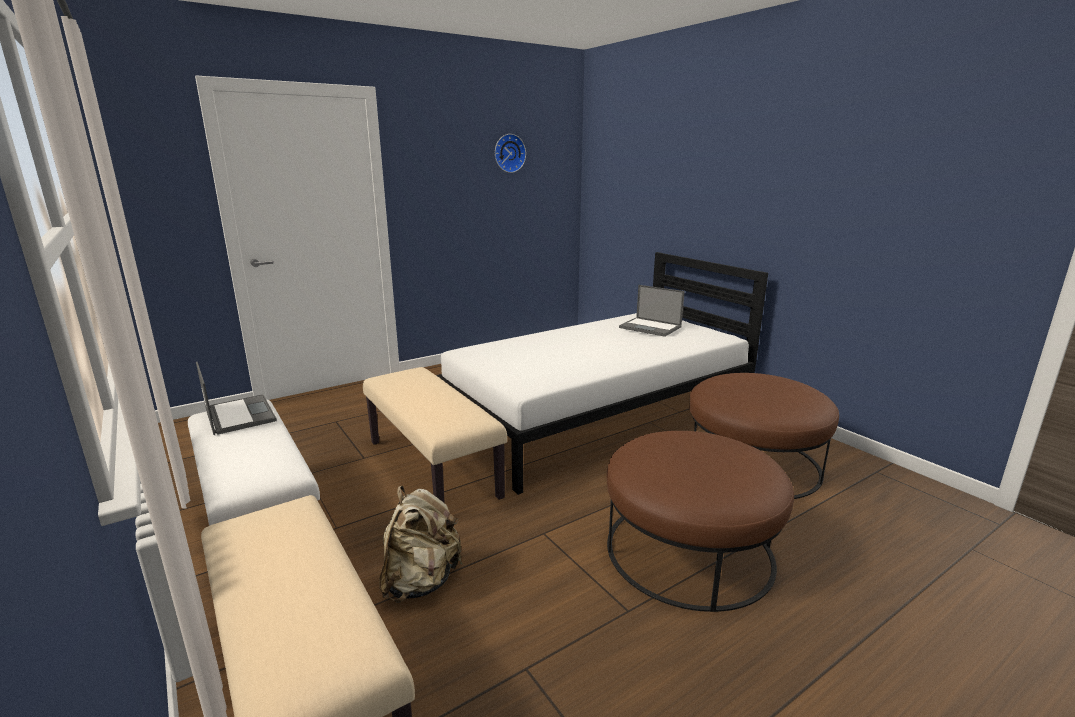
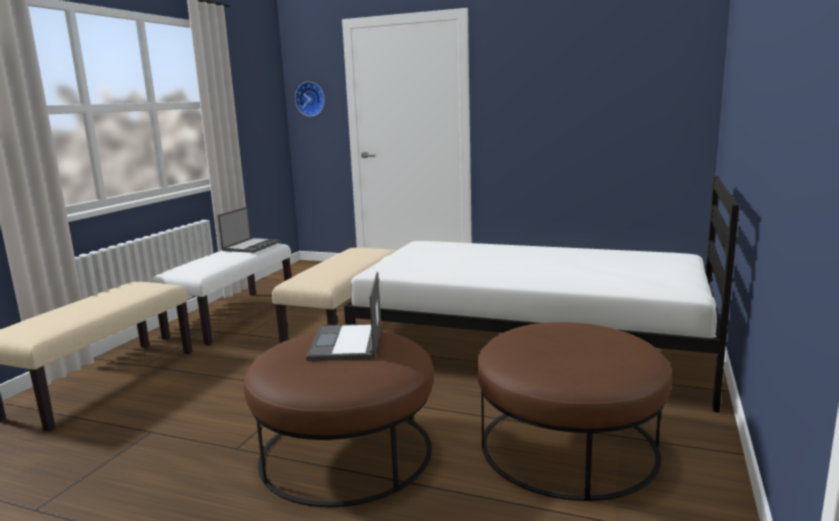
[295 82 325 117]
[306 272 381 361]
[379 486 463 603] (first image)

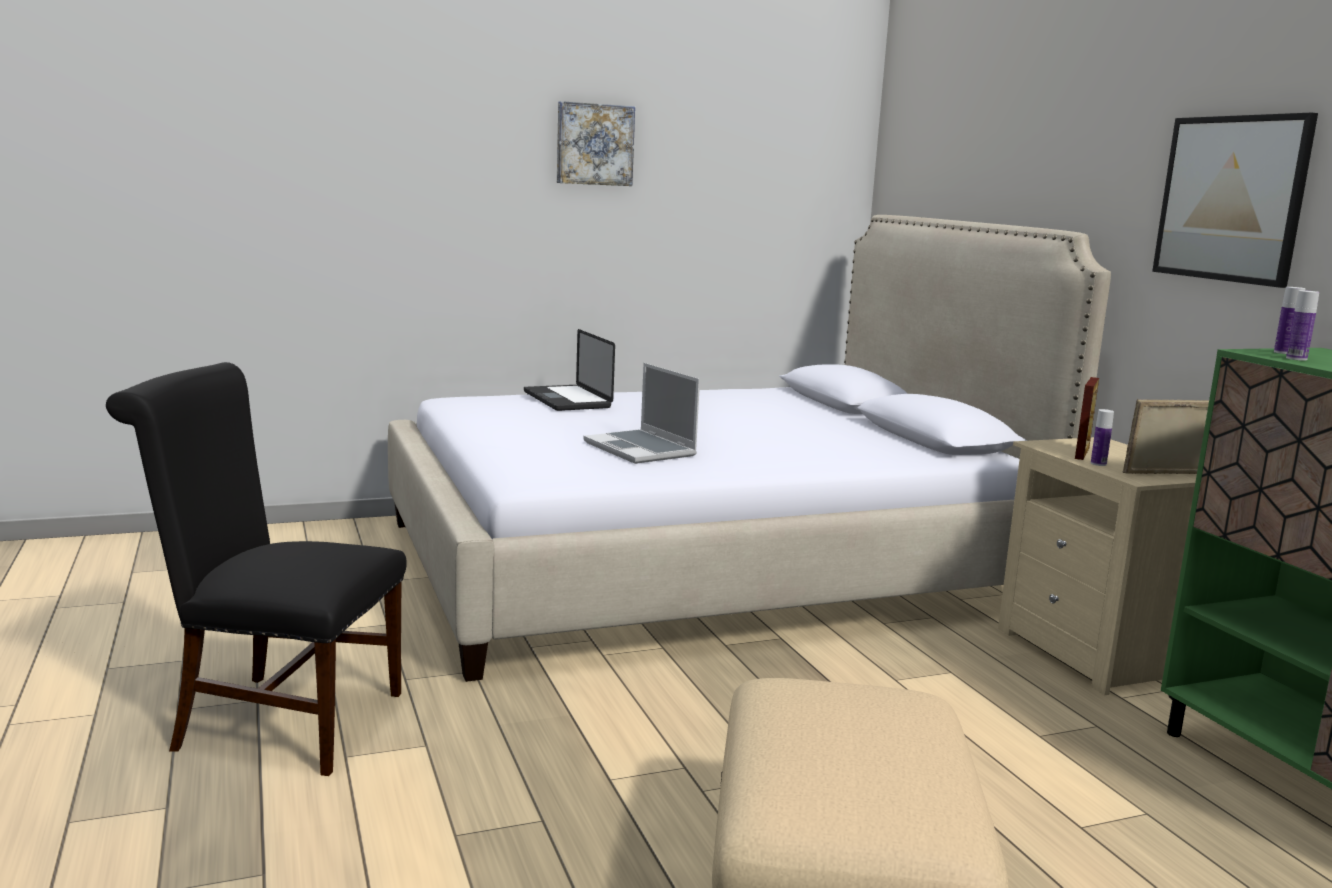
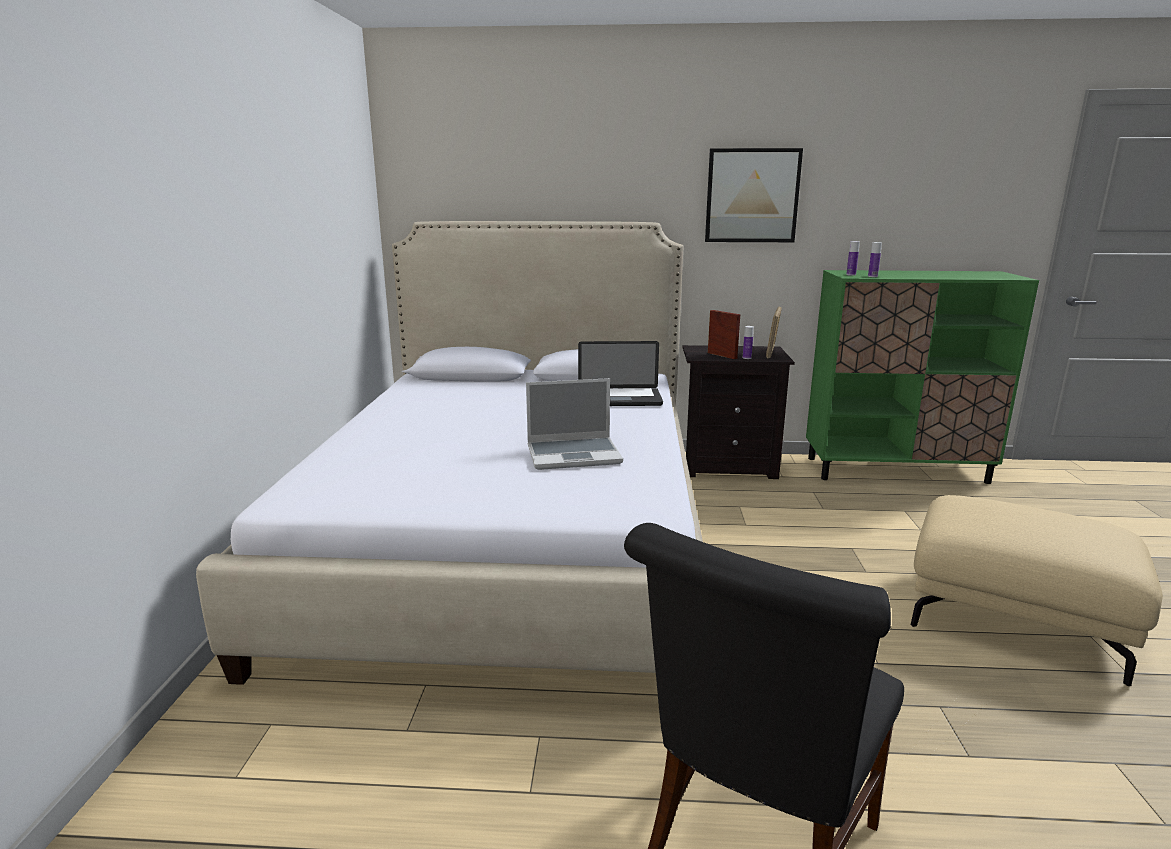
[557 101 635 186] (first image)
[578 341 663 406]
[682 345 795 479]

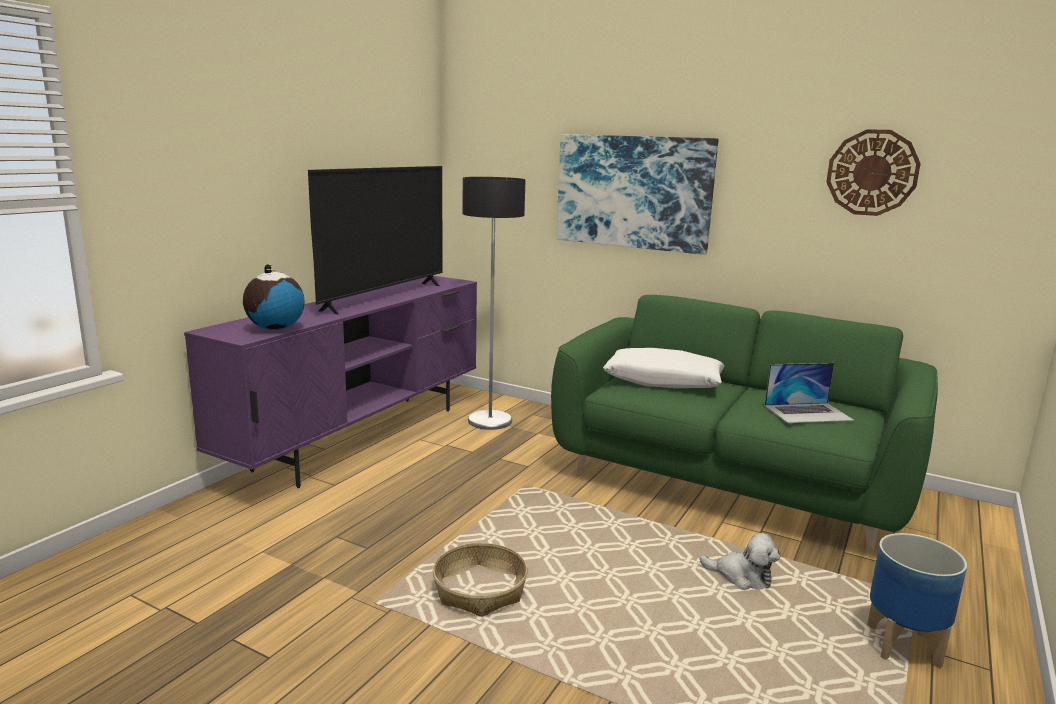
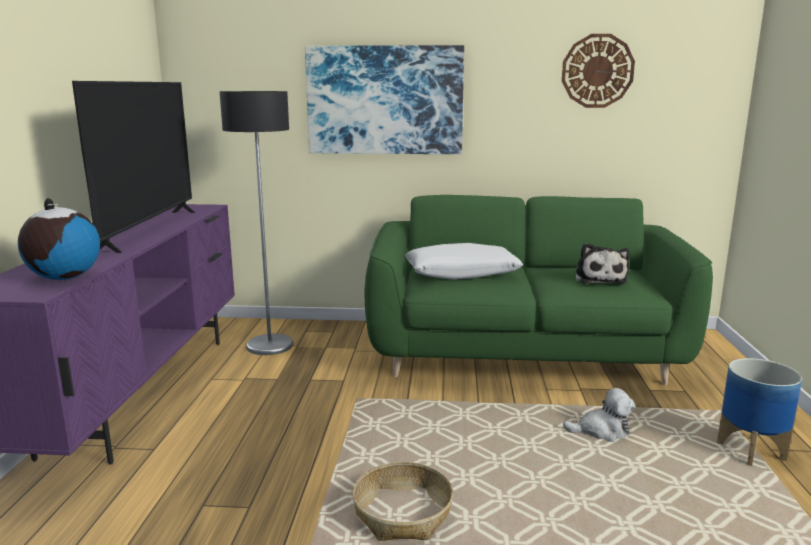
[575 243 630 284]

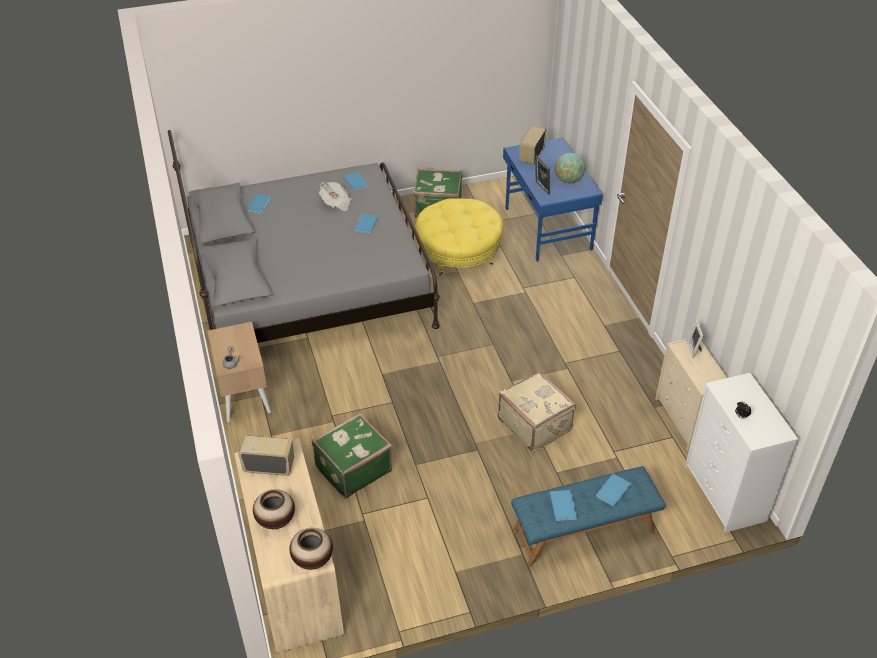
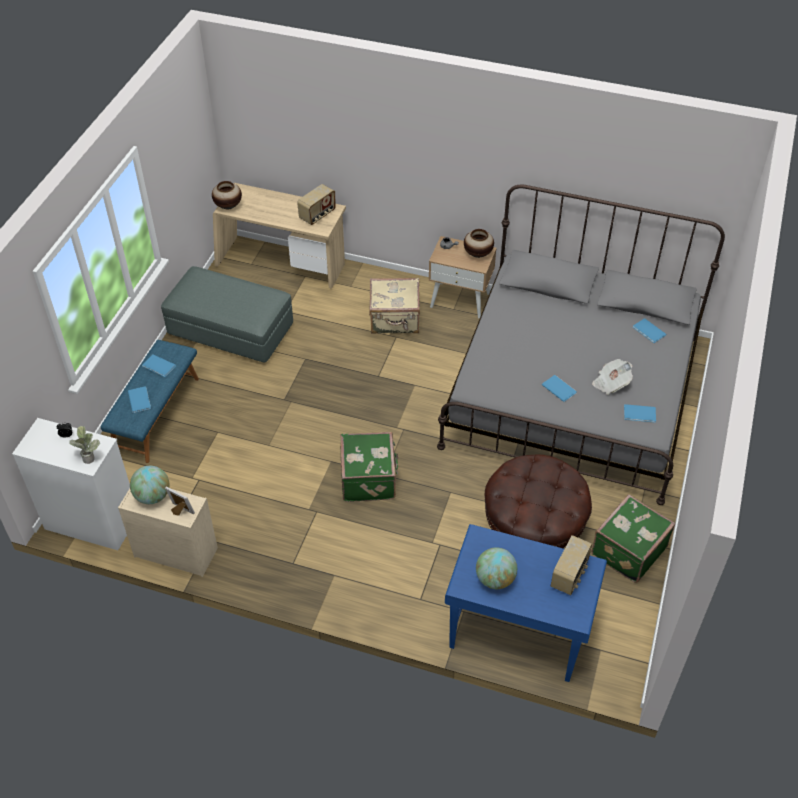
[551 535 592 595]
[535 156 550 195] (first image)
[485 454 592 549]
[369 278 420 334]
[340 432 398 502]
[464 229 494 258]
[161 266 293 362]
[69 426 100 464]
[130 466 169 504]

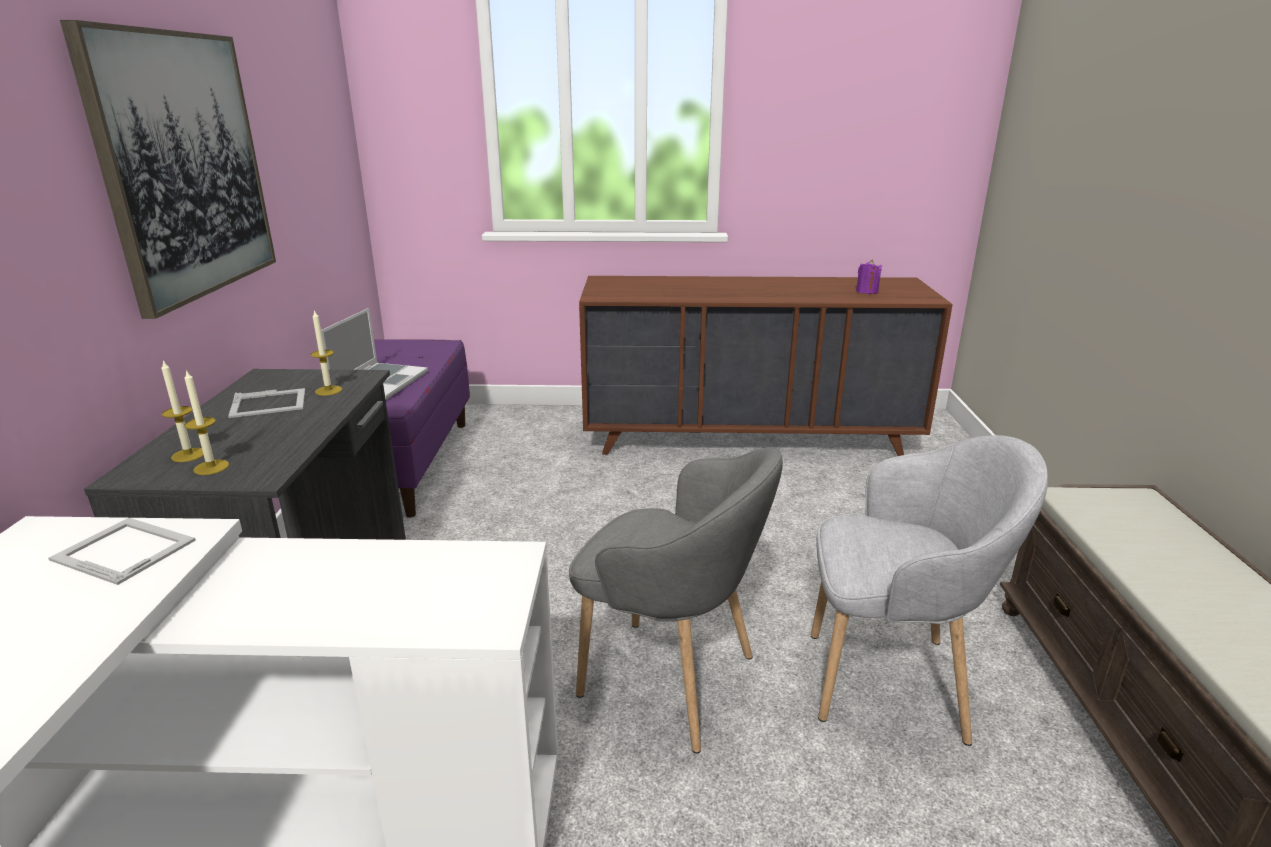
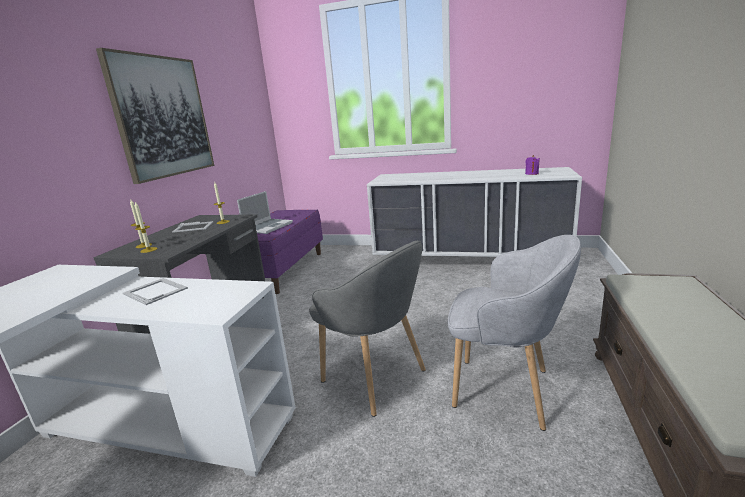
[367 167 582 257]
[123 278 188 305]

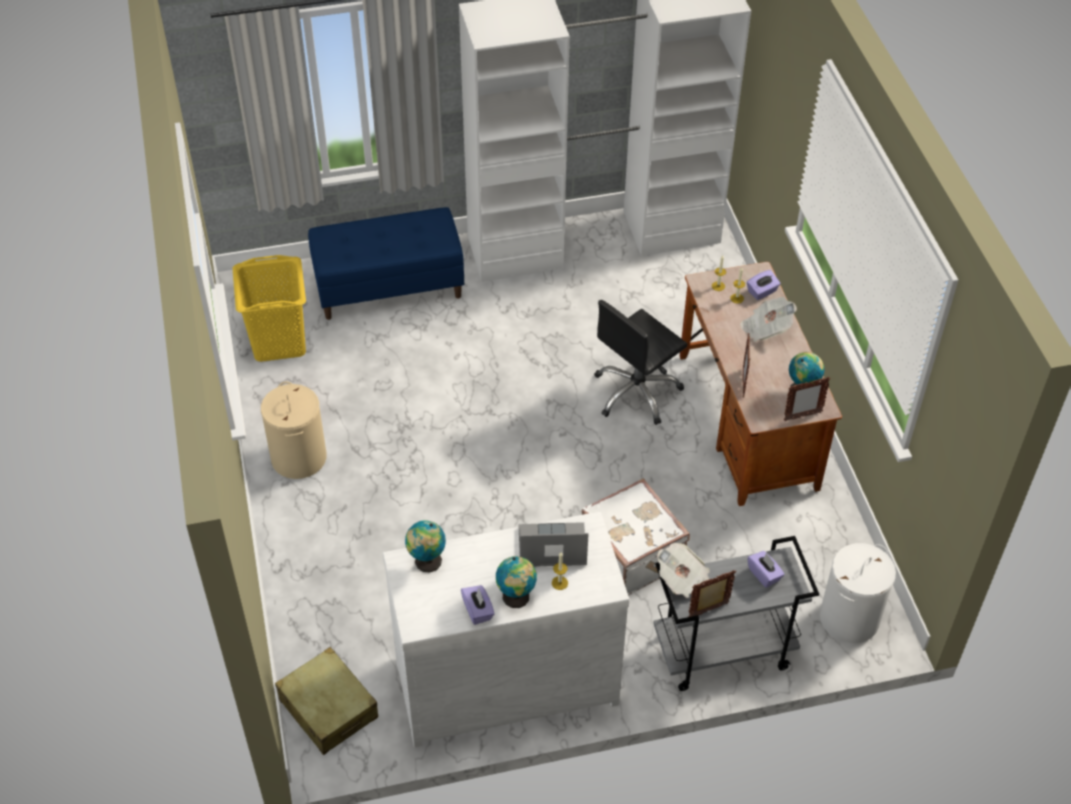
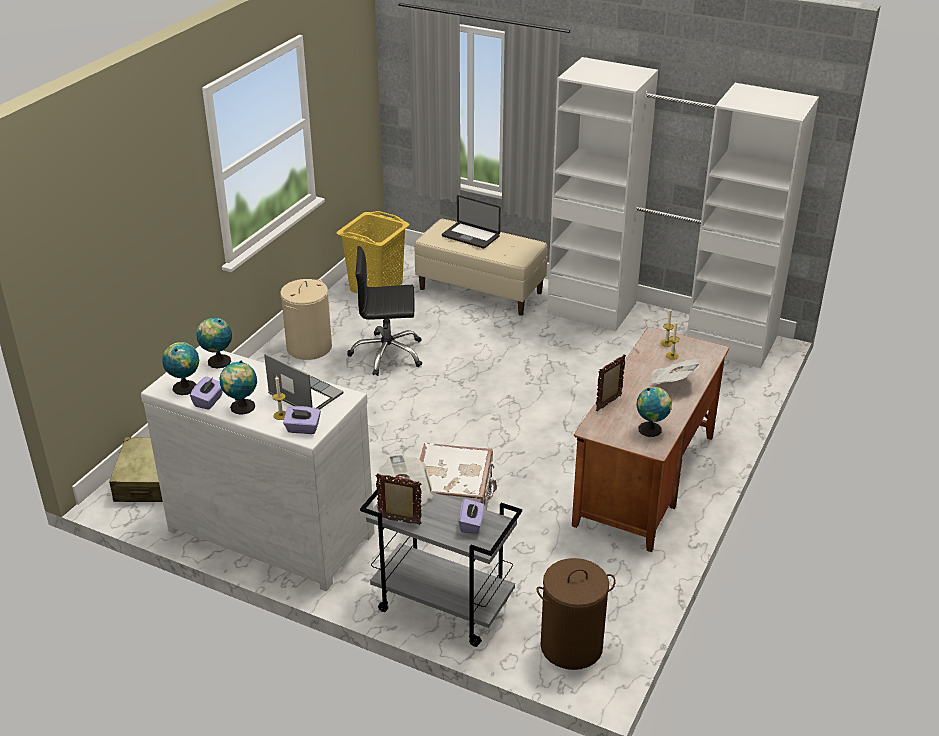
[414 219 547 316]
[283 406 321 434]
[347 246 422 376]
[783 377 831 421] (first image)
[537 558 616 670]
[442 195 501 249]
[162 342 199 395]

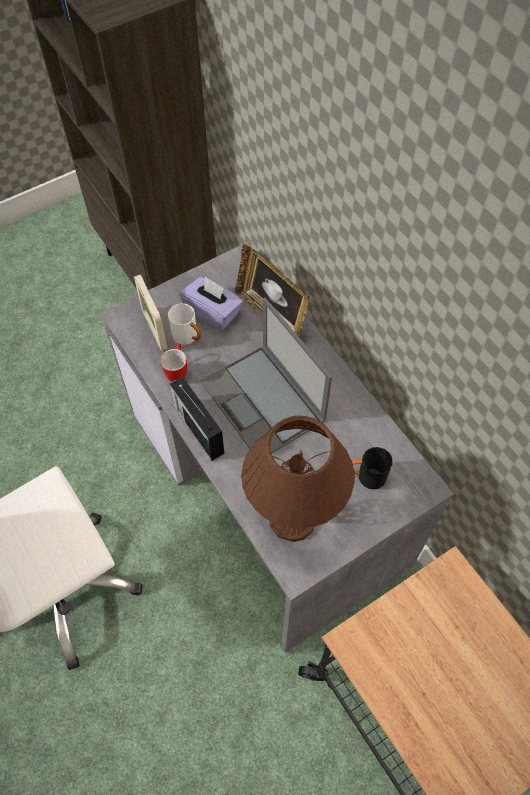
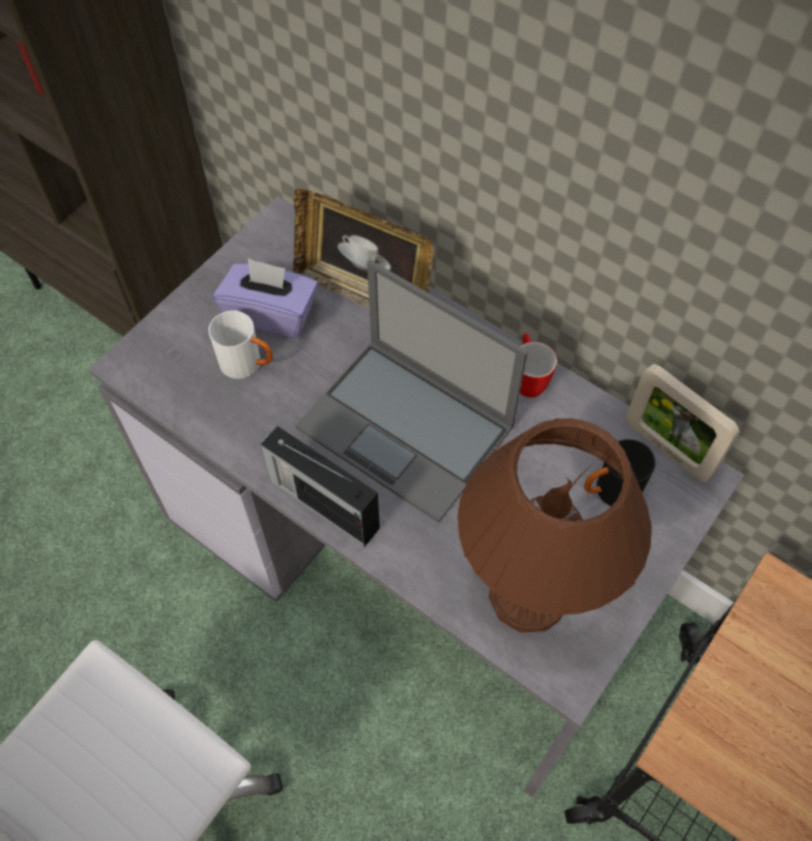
[625 364 740 482]
[520 333 557 398]

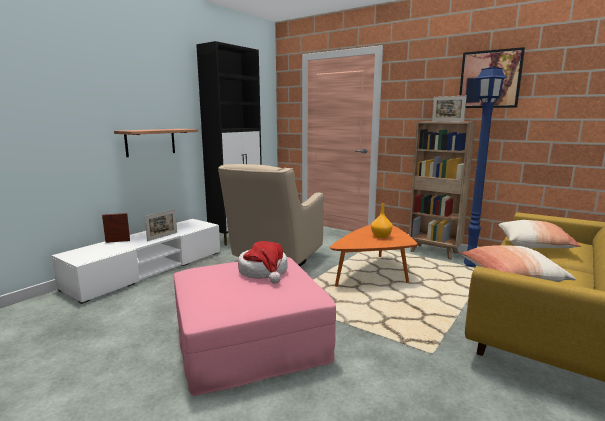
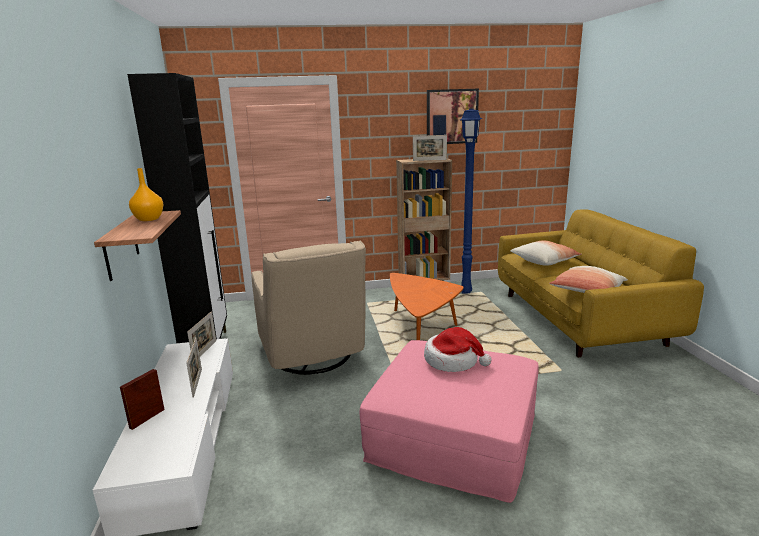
[129 168 163 221]
[187 311 216 357]

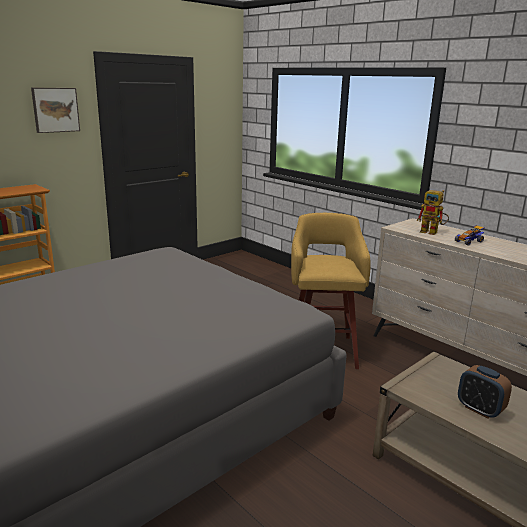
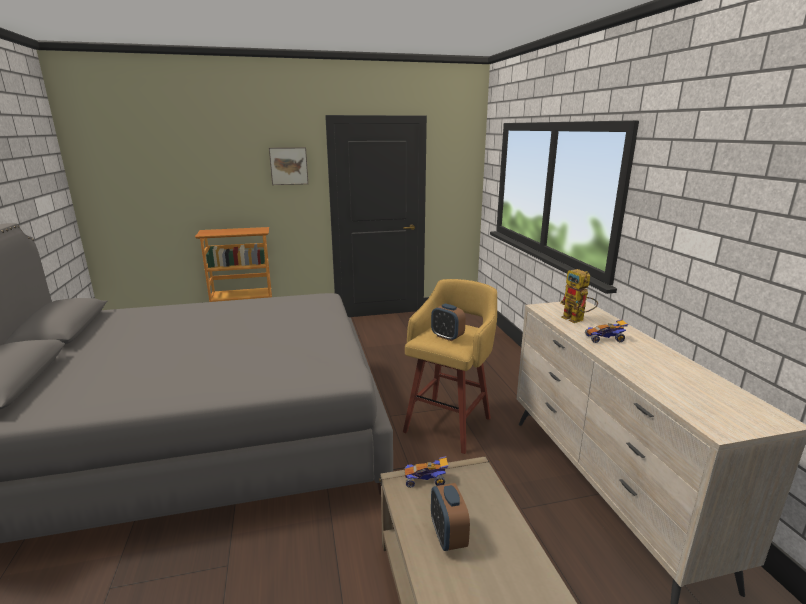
[431 304 466 341]
[404 456 448 488]

